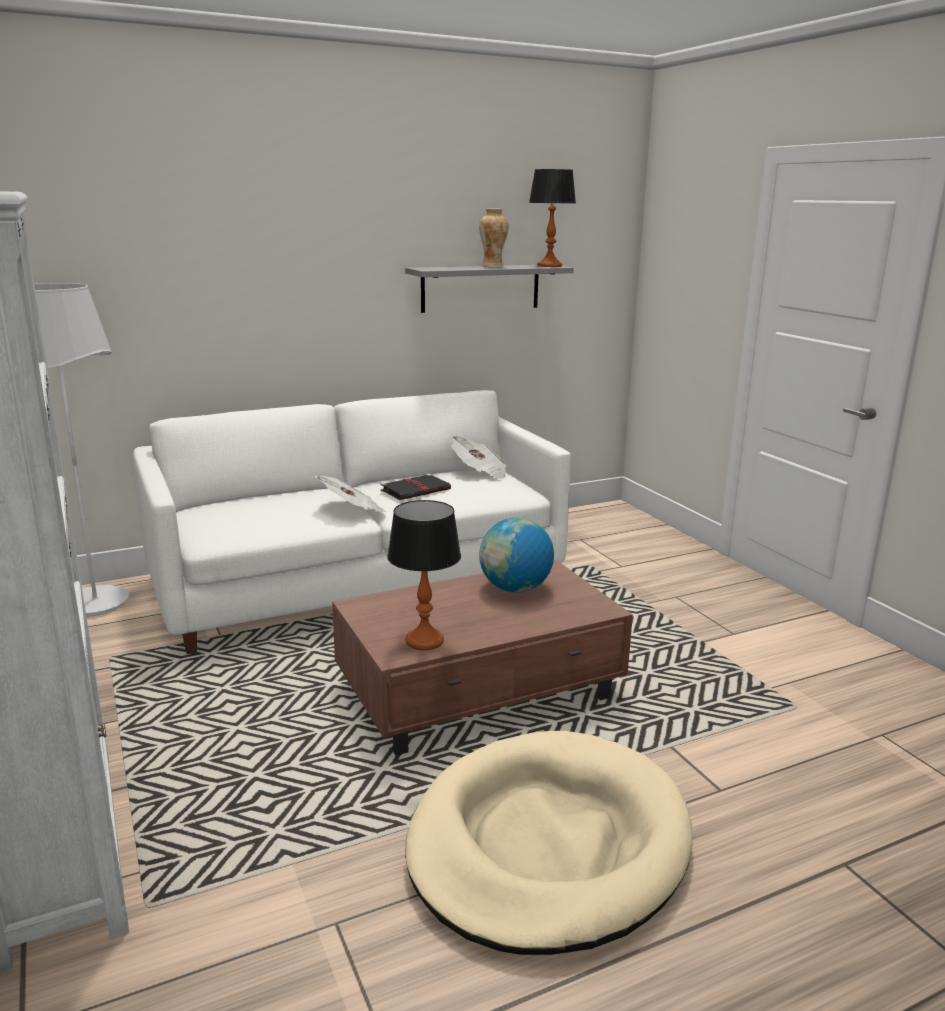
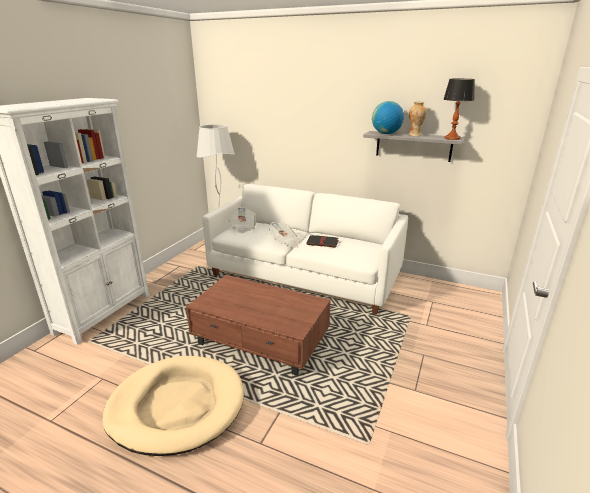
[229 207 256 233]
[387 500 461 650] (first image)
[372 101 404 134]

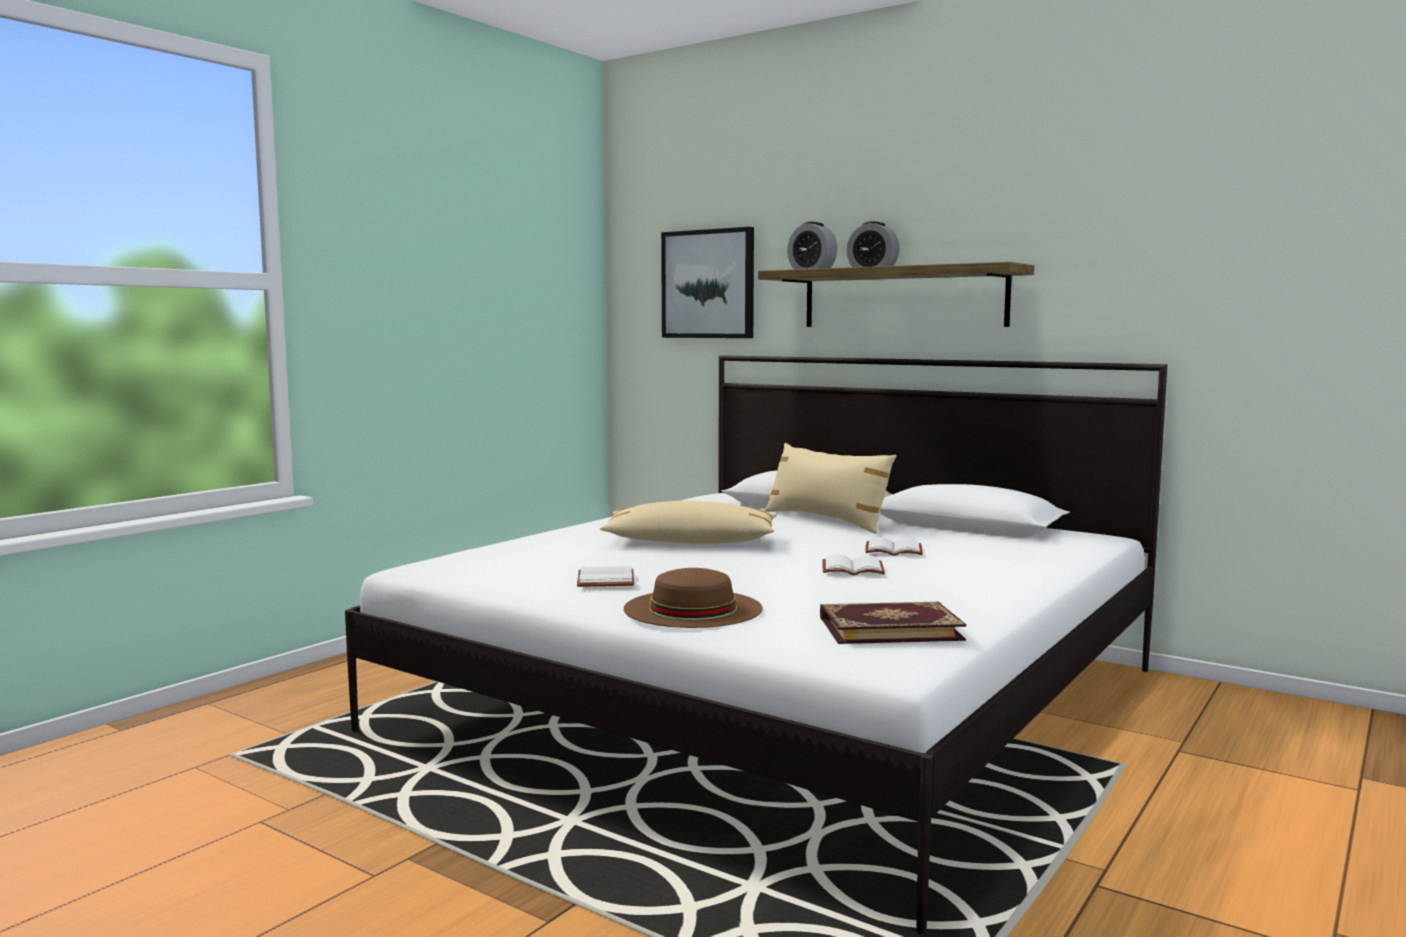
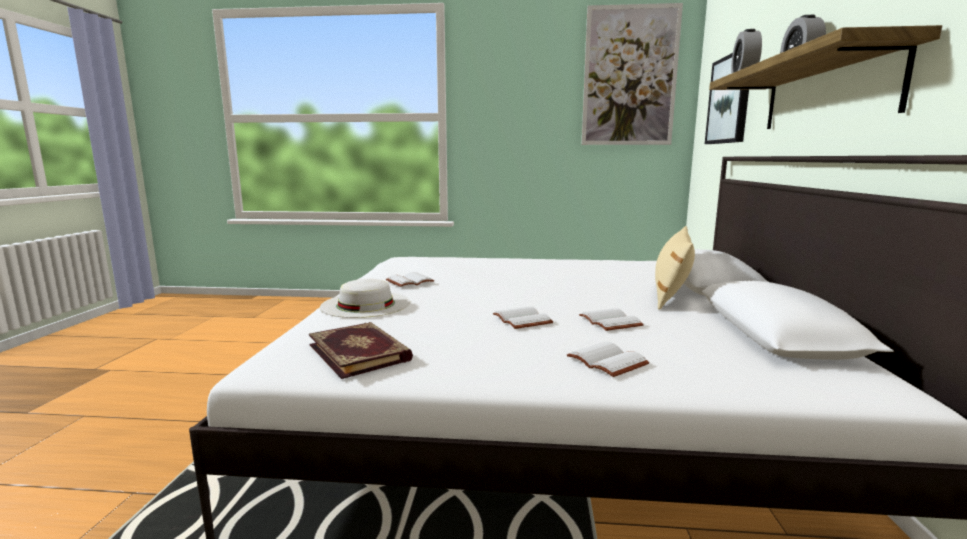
[600 501 777 544] (first image)
[320 279 410 318]
[581 3 683 145]
[567 342 650 377]

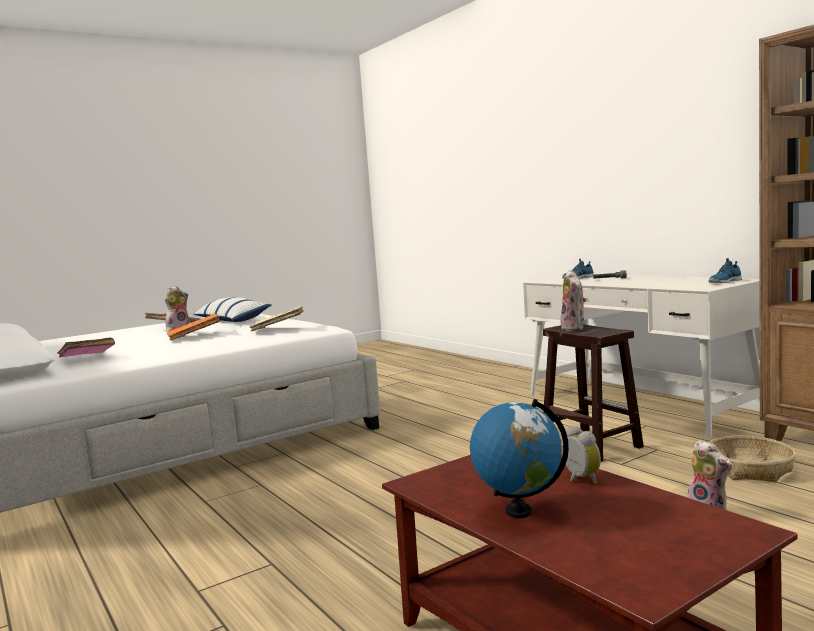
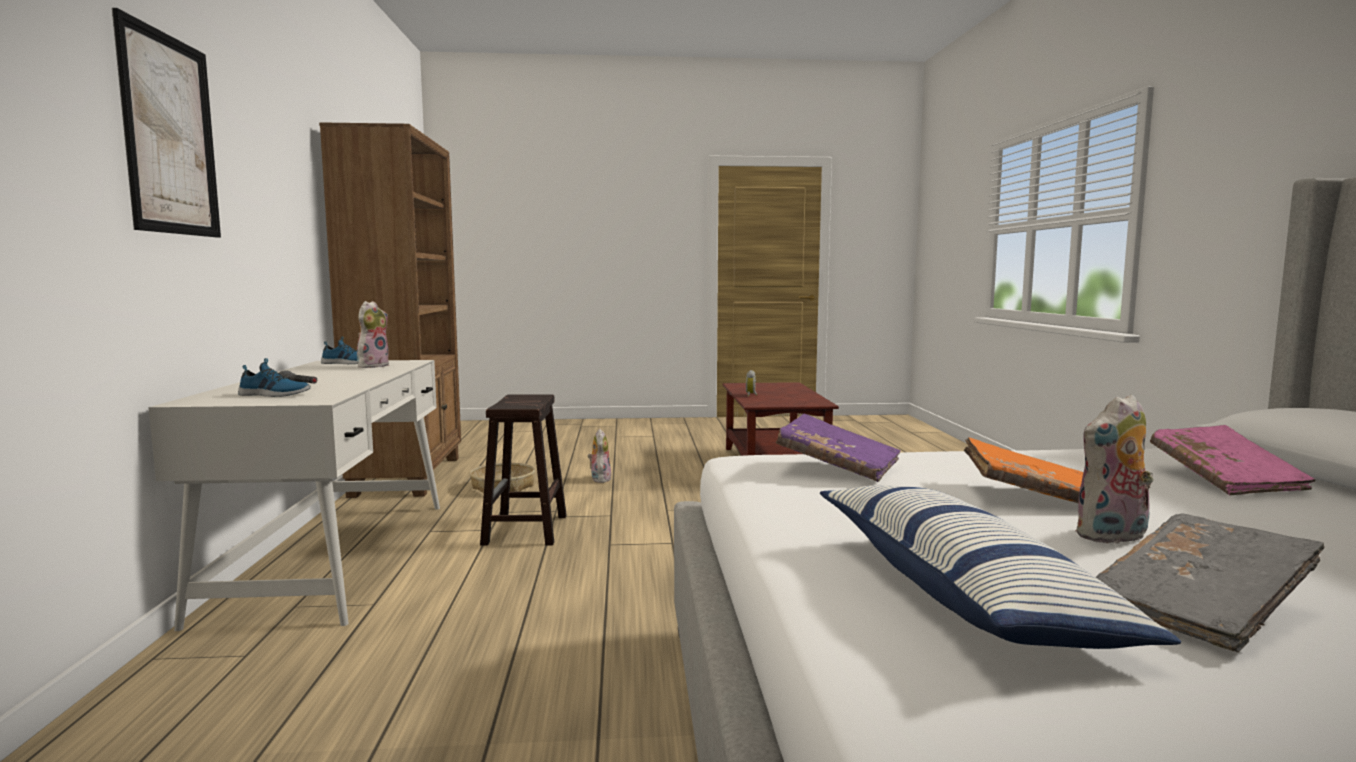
[357 301 389 368]
[776 414 900 482]
[470 399 569 518] (first image)
[112 8 221 237]

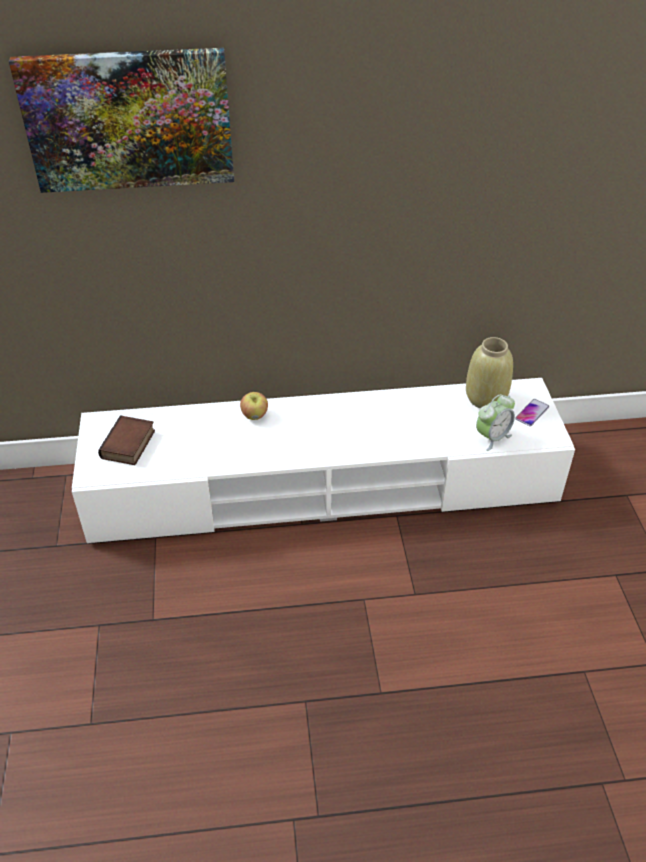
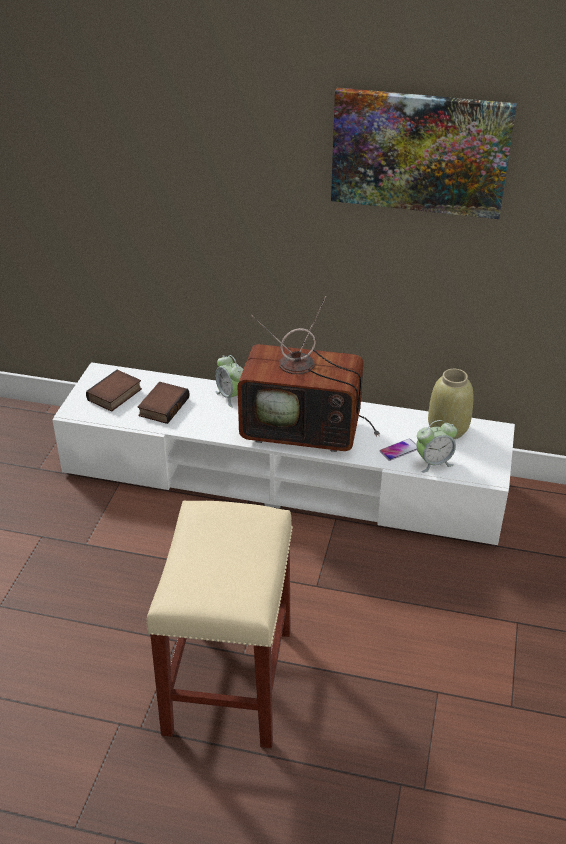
[331 88 517 219]
[215 355 243 408]
[380 438 417 461]
[238 296 380 452]
[138 382 190 424]
[147 501 293 748]

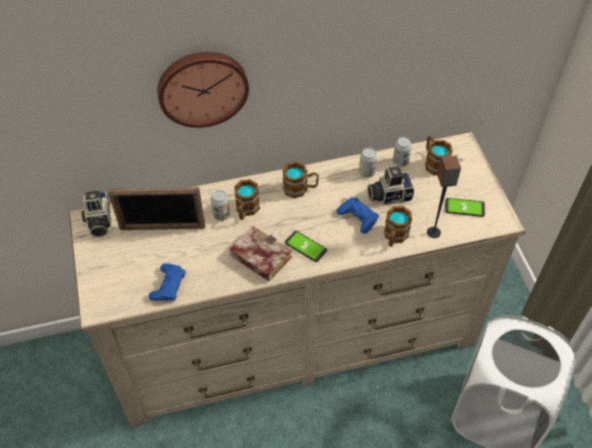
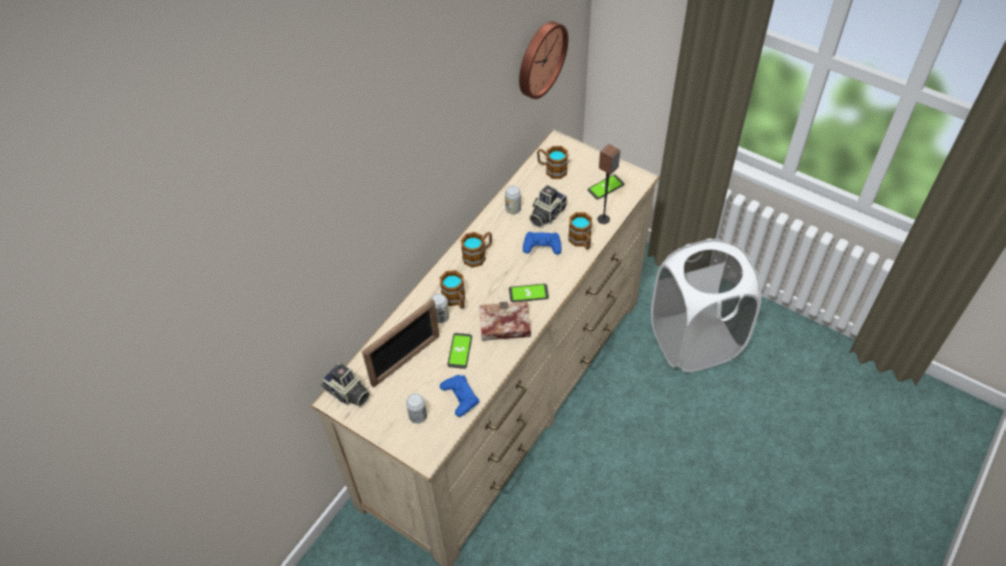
[519 21 568 99]
[406 393 427 424]
[447 333 472 369]

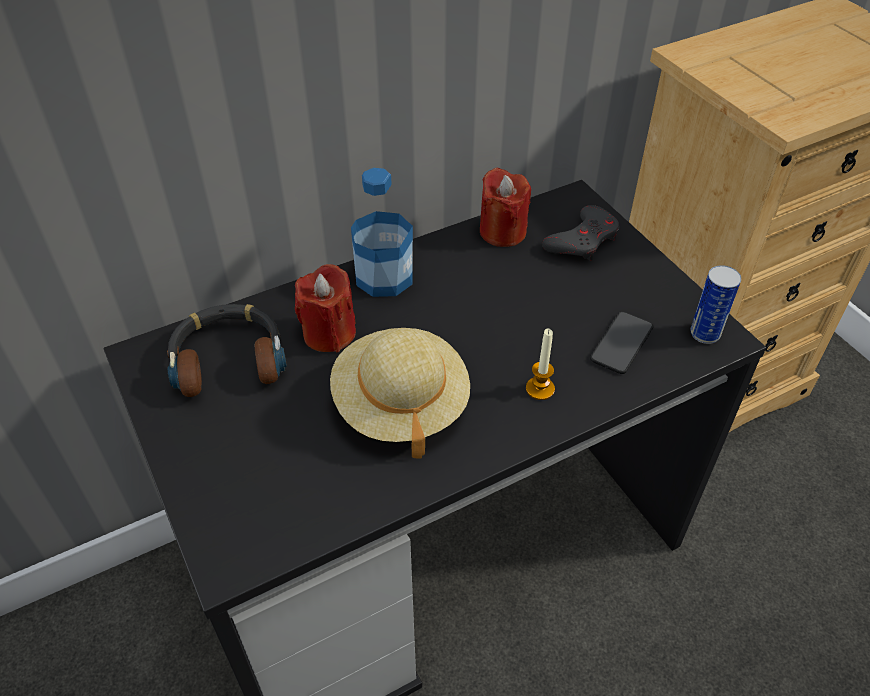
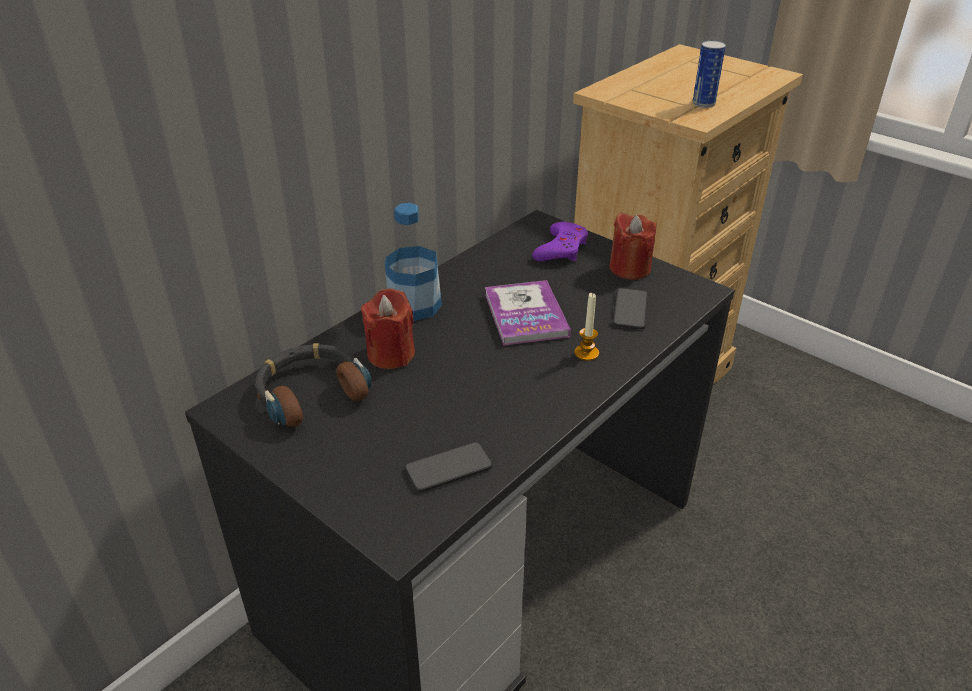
[609 213 656 280]
[532 222 588 261]
[693 40 726 108]
[330 328 470 459] (first image)
[485 280 571 346]
[405 442 493 492]

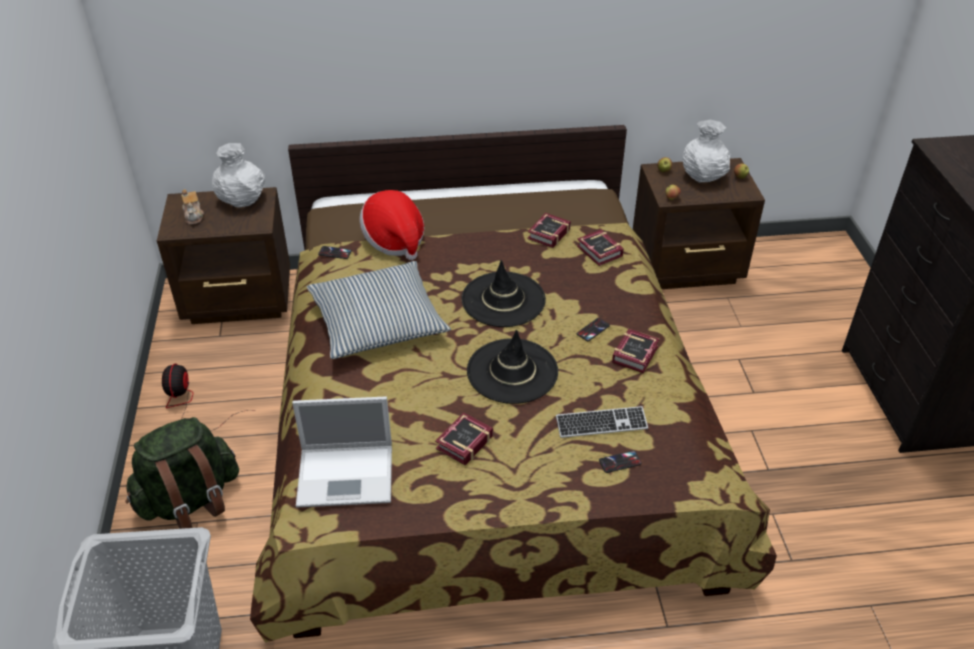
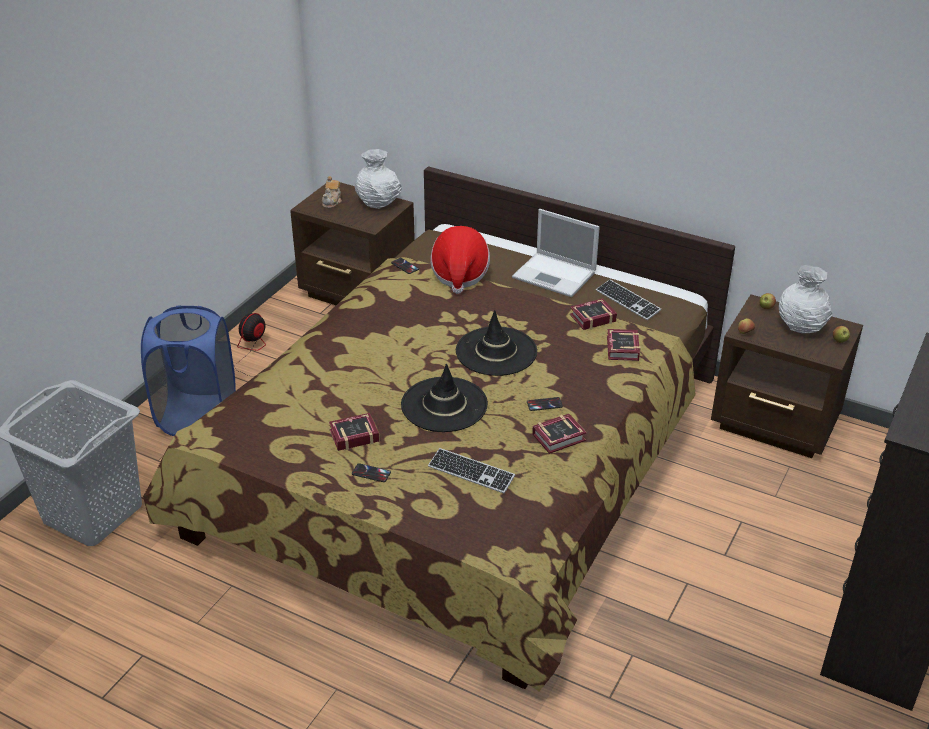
[307 261 451 359] (first image)
[512 209 600 297]
[141 305 236 436]
[352 463 391 482]
[596 279 661 320]

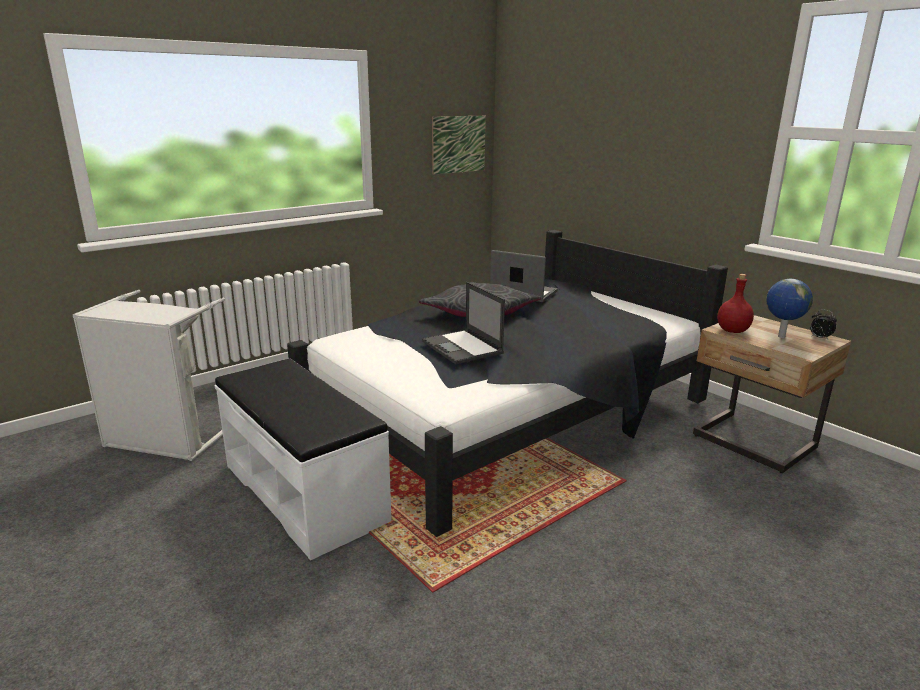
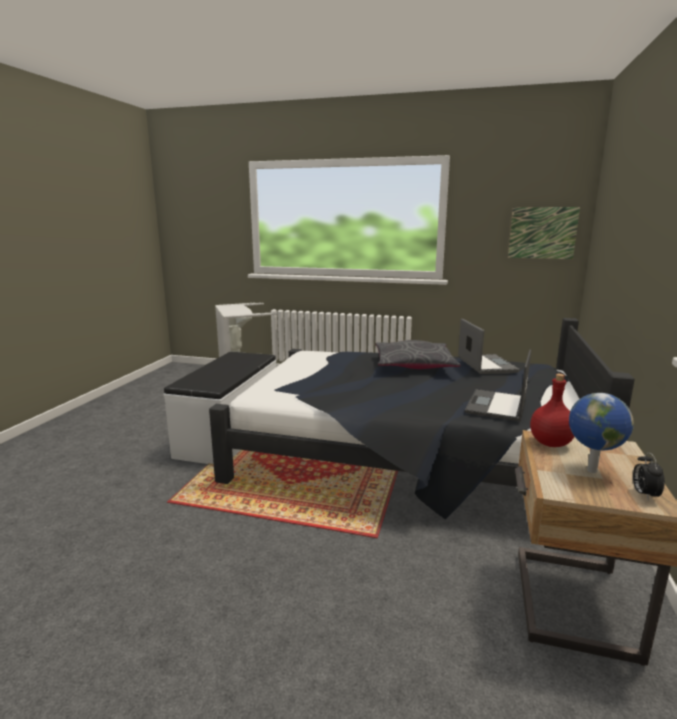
[465 350 531 422]

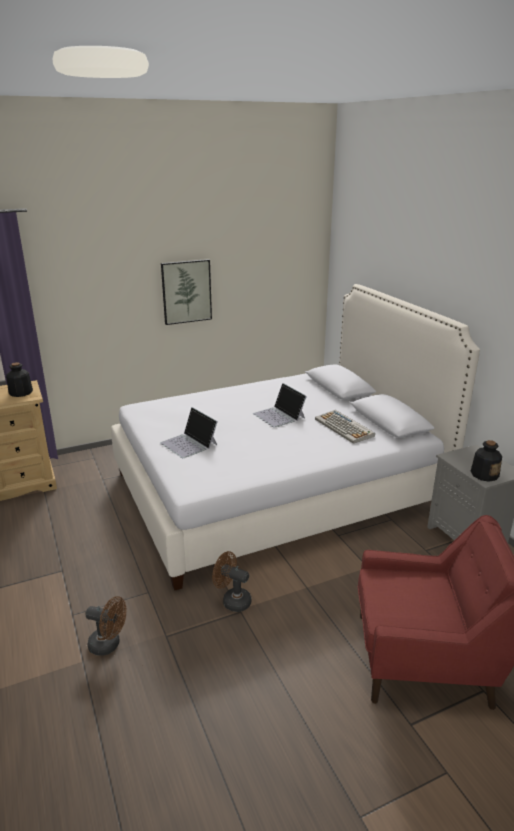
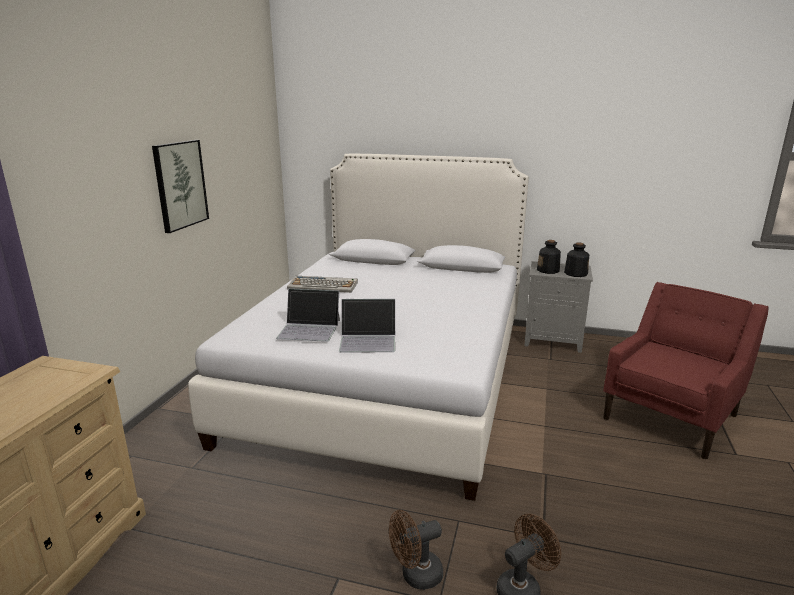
[537 240 561 274]
[276 289 340 342]
[287 276 358 293]
[389 510 443 590]

